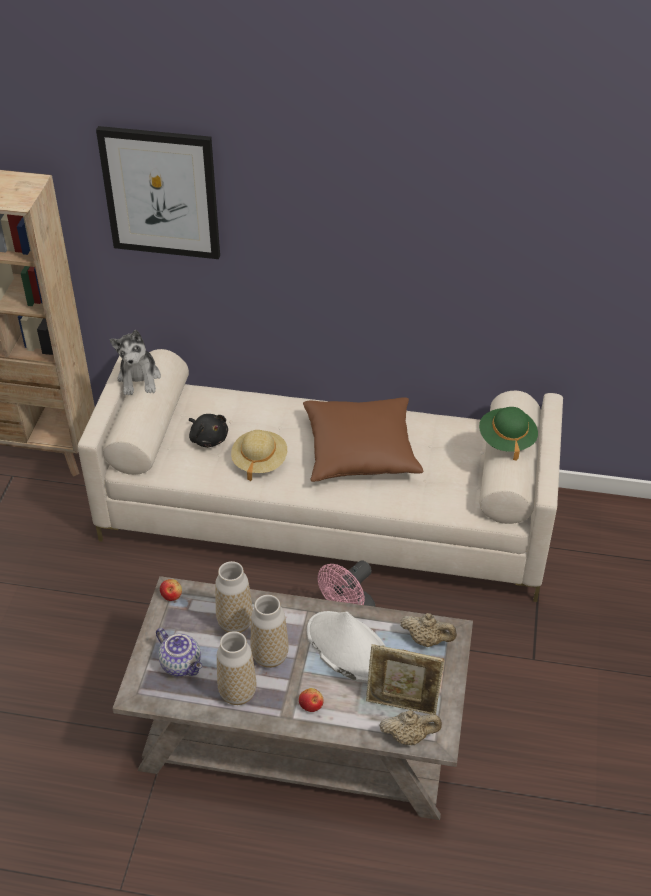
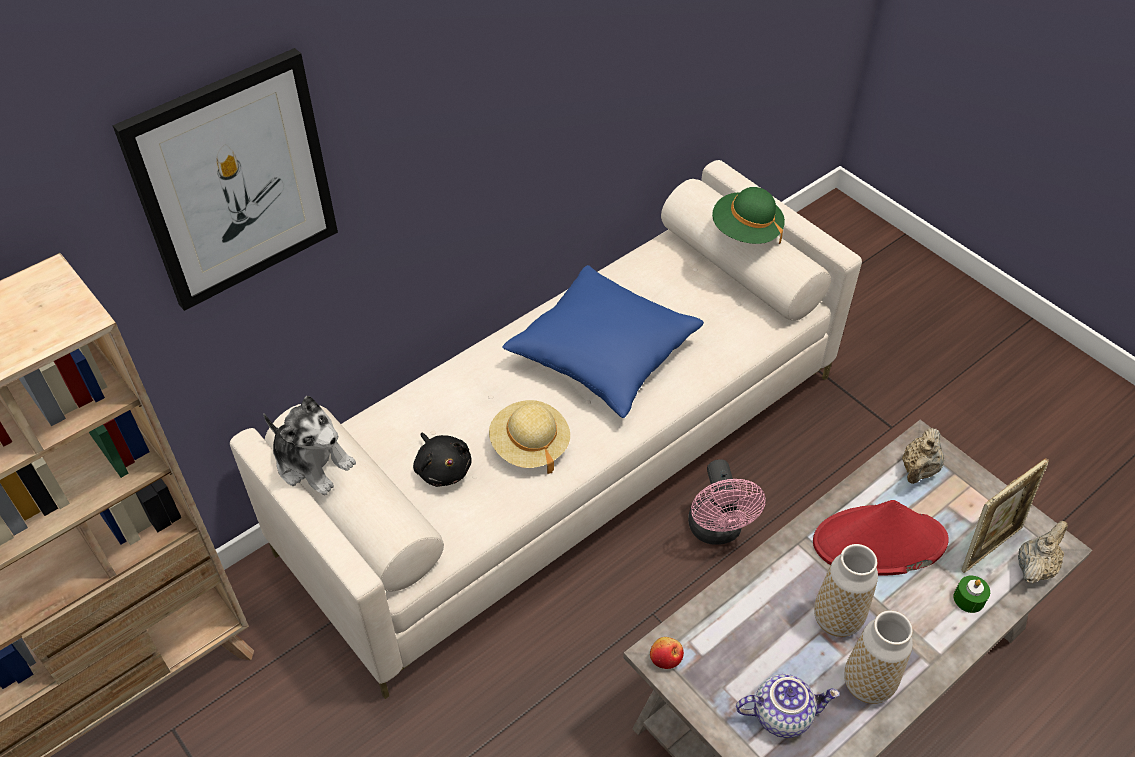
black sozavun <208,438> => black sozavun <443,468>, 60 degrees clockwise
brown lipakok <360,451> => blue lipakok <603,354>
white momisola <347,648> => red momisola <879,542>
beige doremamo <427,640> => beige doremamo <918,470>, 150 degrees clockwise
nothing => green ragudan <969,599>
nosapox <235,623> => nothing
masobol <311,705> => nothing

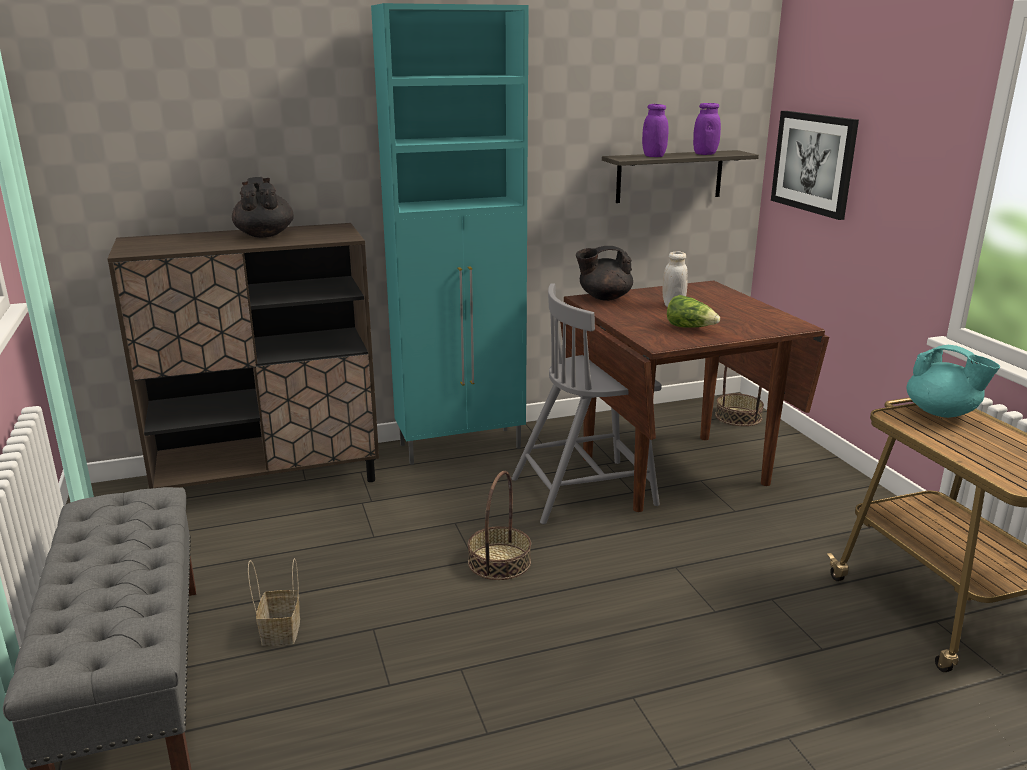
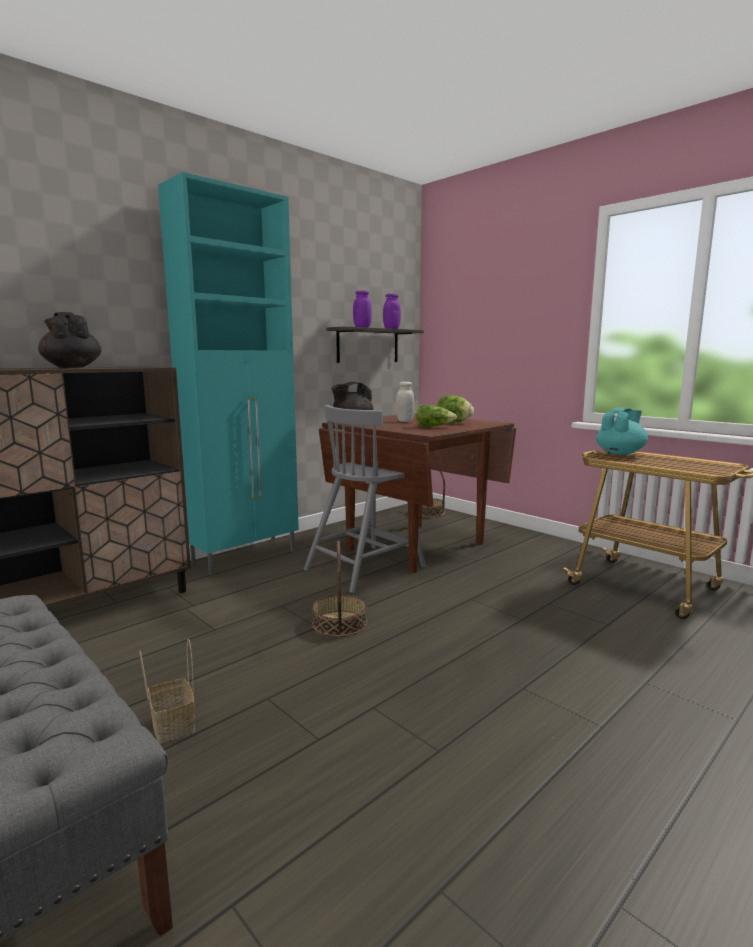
nothing => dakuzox <453,422>
turquoise doremamo <942,413> => turquoise doremamo <620,453>, 60 degrees counterclockwise
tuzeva <814,163> => nothing

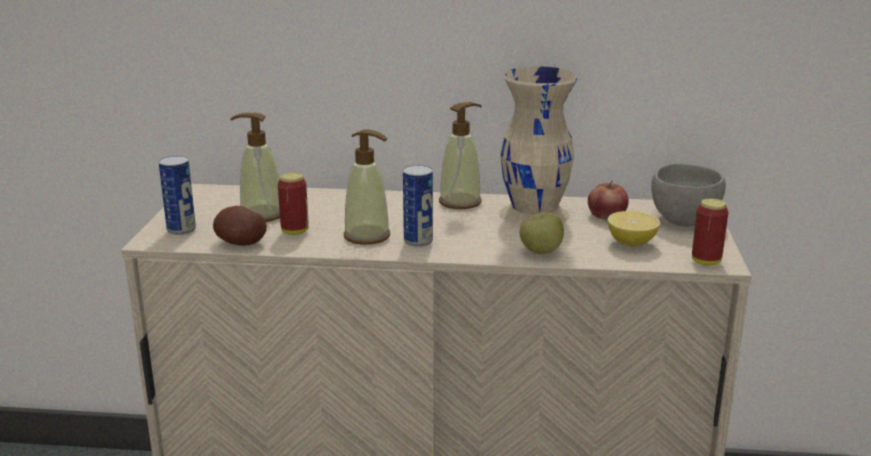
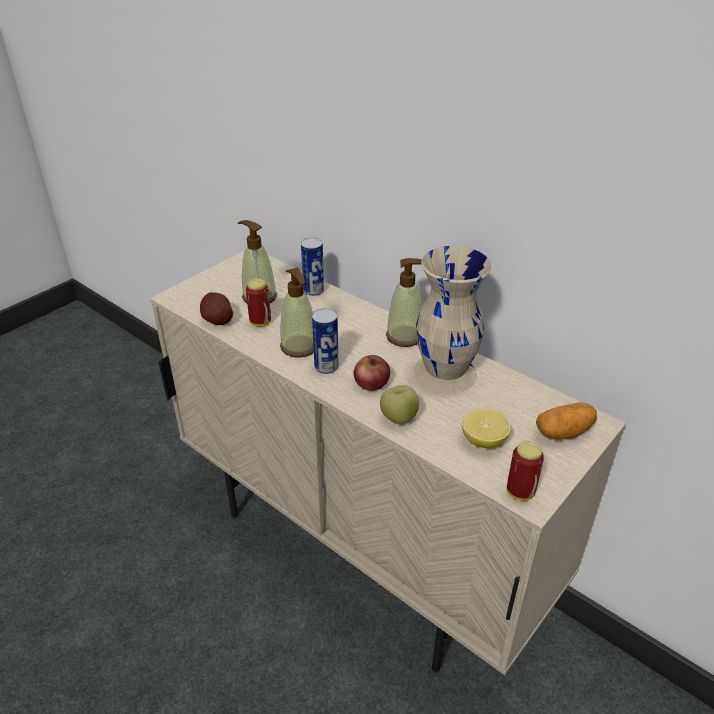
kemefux <181,230> => kemefux <313,290>, move
masobol <607,215> => masobol <371,383>, move
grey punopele <682,219> => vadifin <564,432>

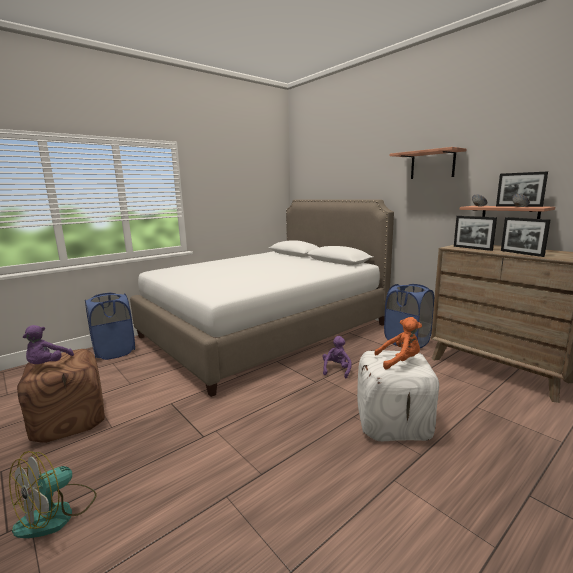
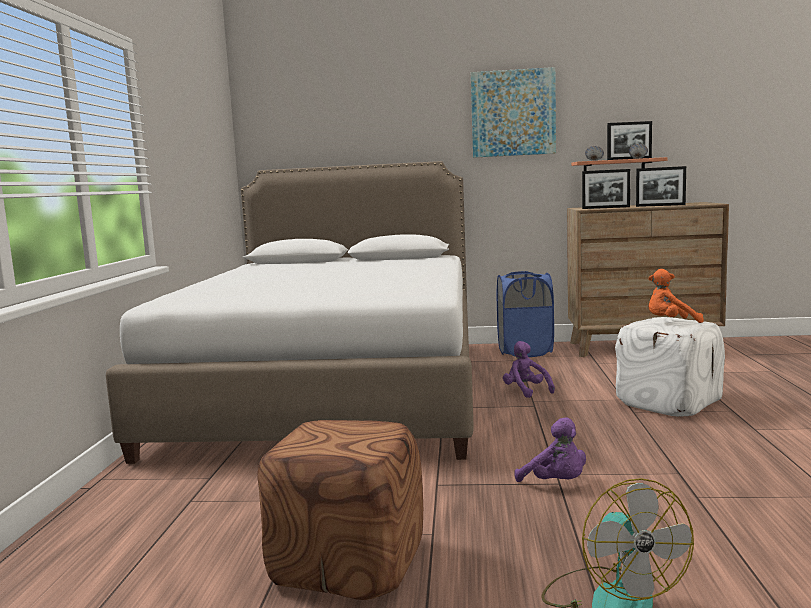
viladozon <432,165> => tuzeva <513,113>
purple sozavun <48,365> => purple sozavun <556,483>, move
orange sozavun <400,361> => orange sozavun <670,323>, 135 degrees counterclockwise
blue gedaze <114,352> => nothing

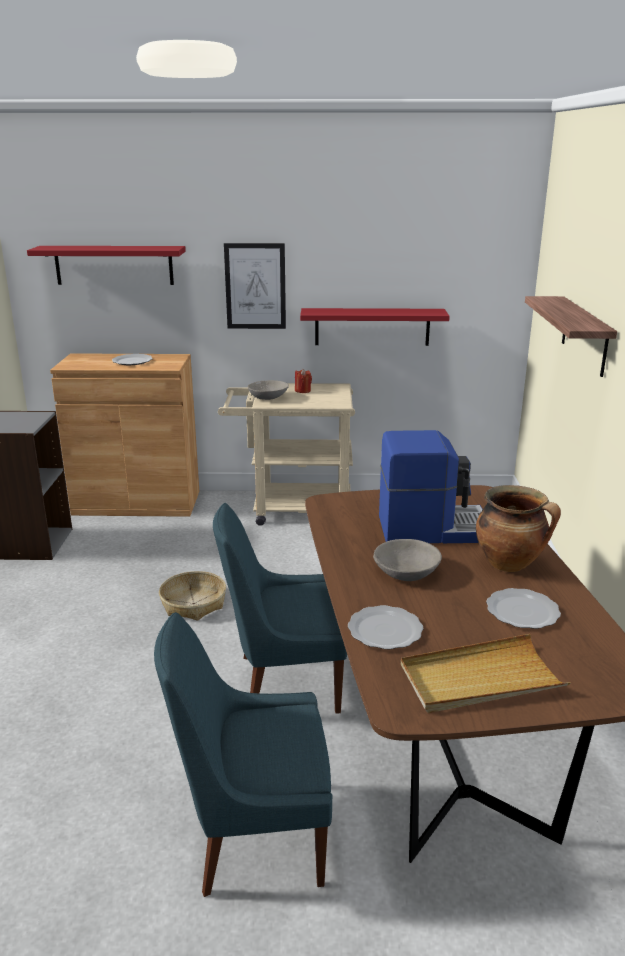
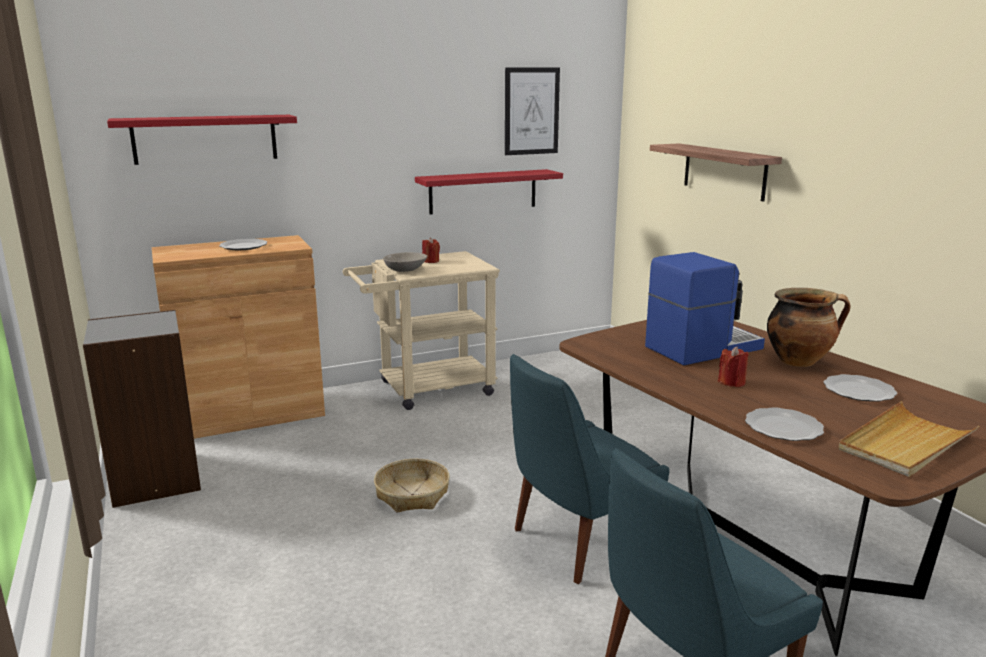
tuzeva <255,286> => tuzeva <531,111>, move
grey punopele <406,572> => red ragudan <731,382>

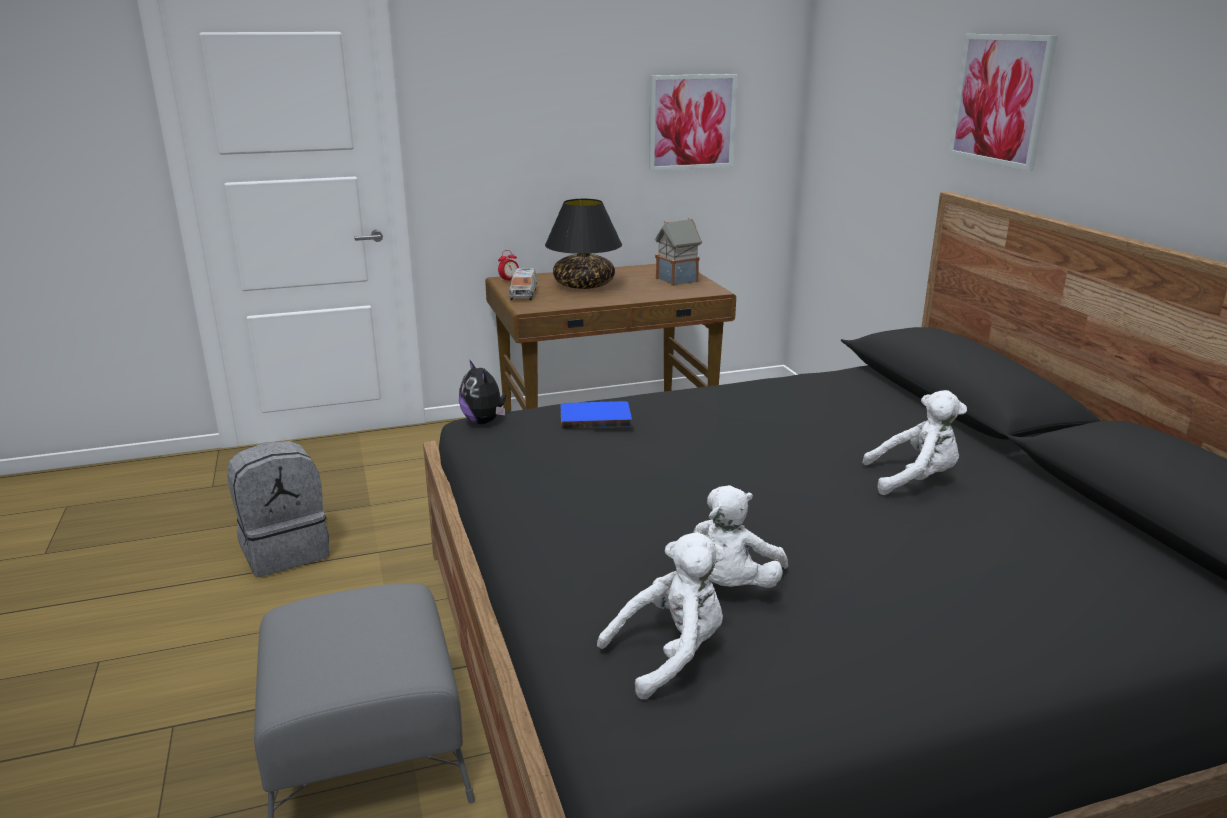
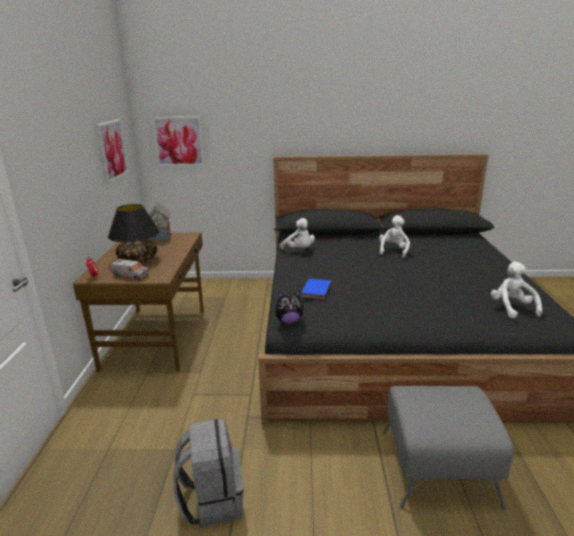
tuzeva <1001,99> => tuzeva <179,141>, move
white sozavun <733,584> => white sozavun <299,250>, move

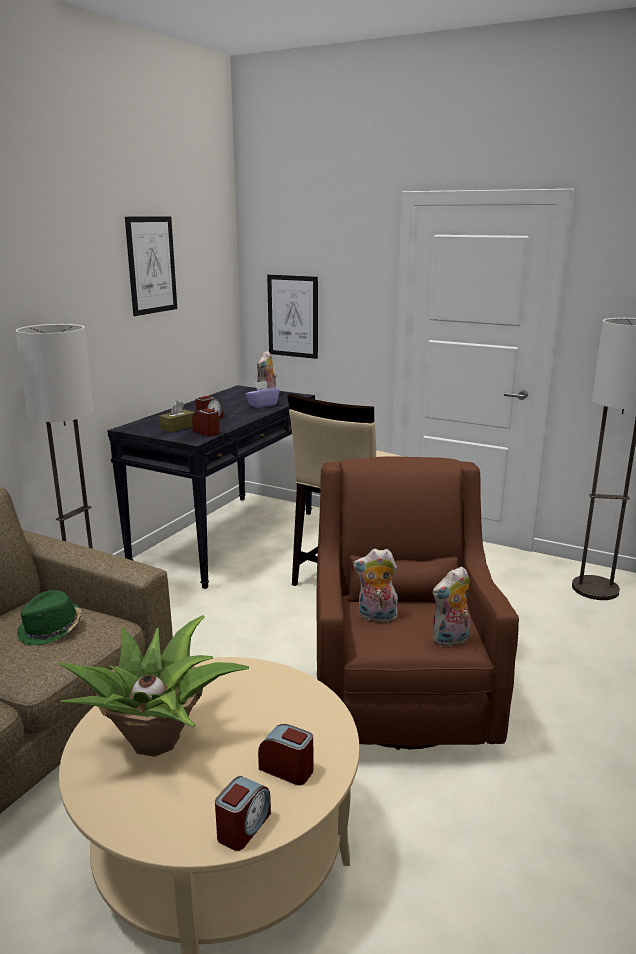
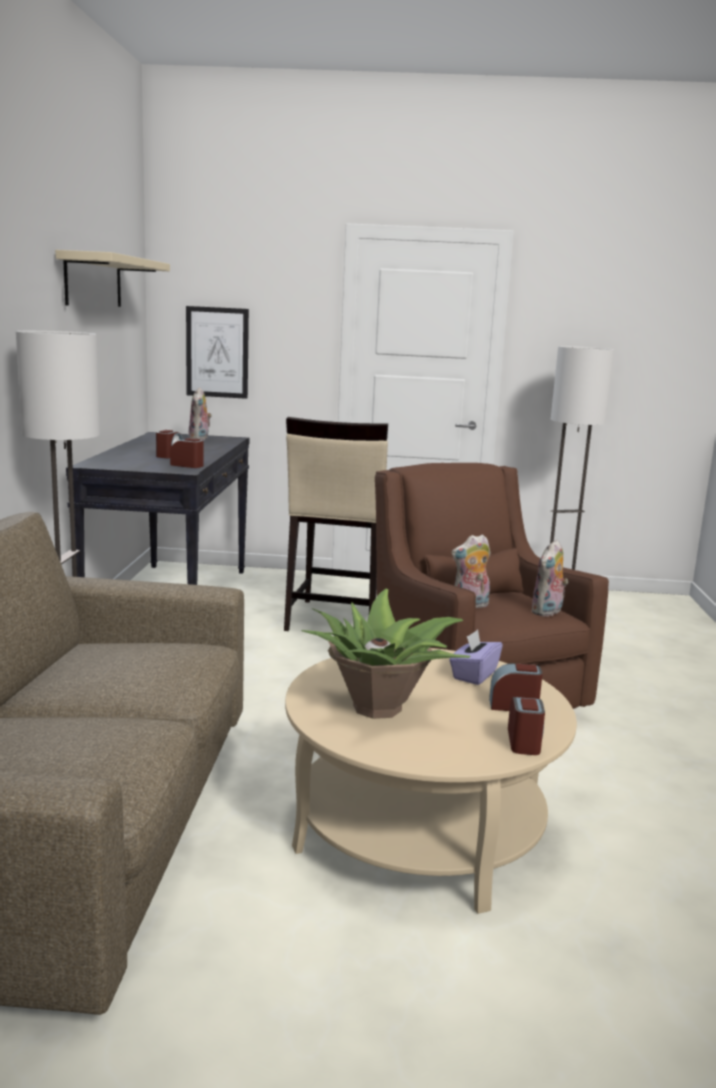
tuzeva <151,265> => beige viladozon <93,281>
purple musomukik <262,405> => purple musomukik <474,675>, move
green momisola <51,630> => nothing
brown musomukik <178,427> => nothing

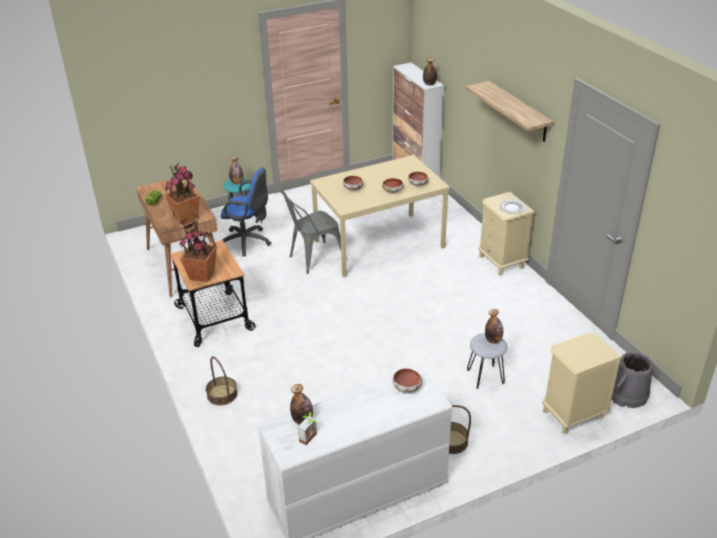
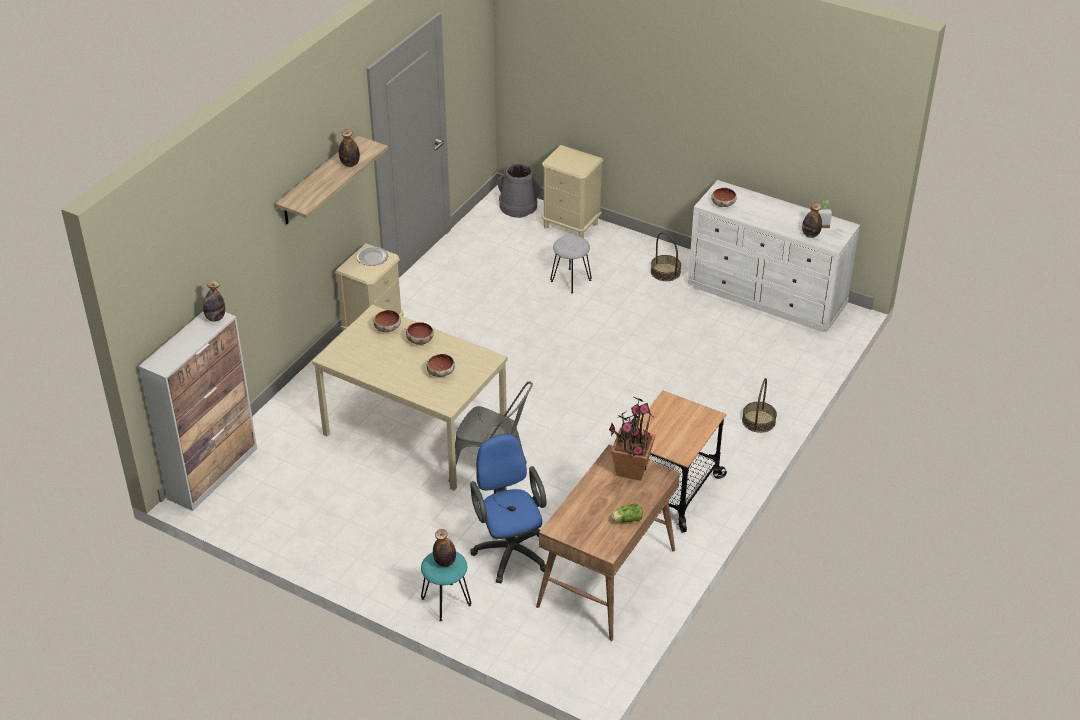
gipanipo <493,340> => gipanipo <350,164>, move
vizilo <202,275> => nothing

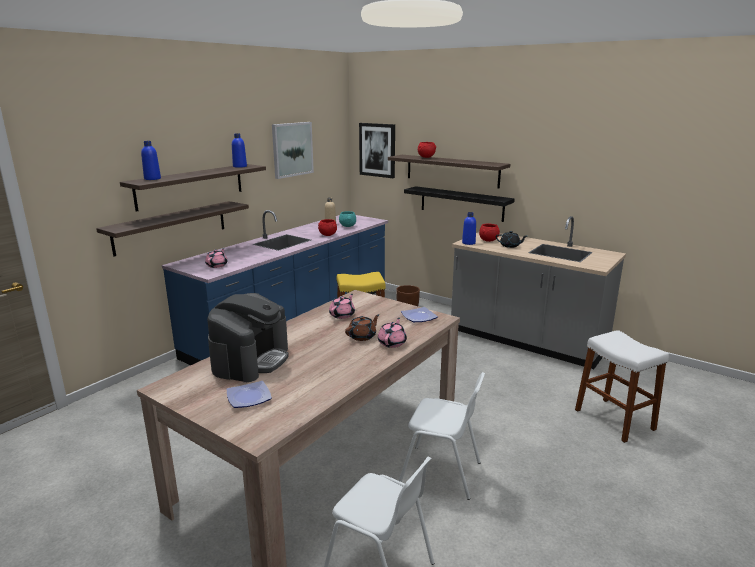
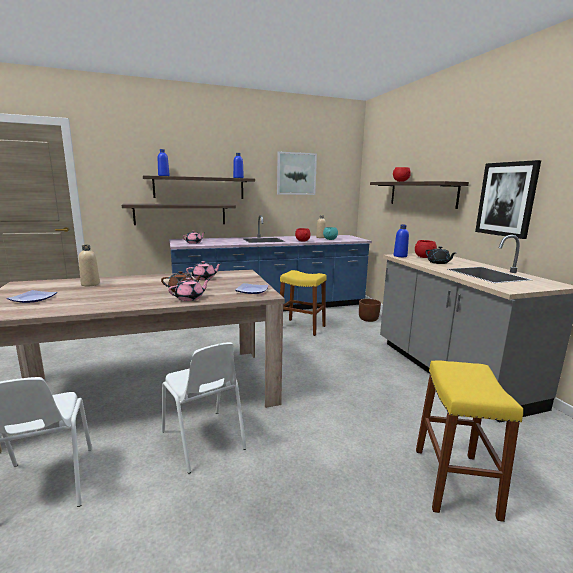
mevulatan <251,360> => beige gipanipo <90,284>
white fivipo <614,419> => yellow fivipo <454,481>
tuzeva <377,150> => tuzeva <506,199>, move
black viladozon <461,203> => nothing

